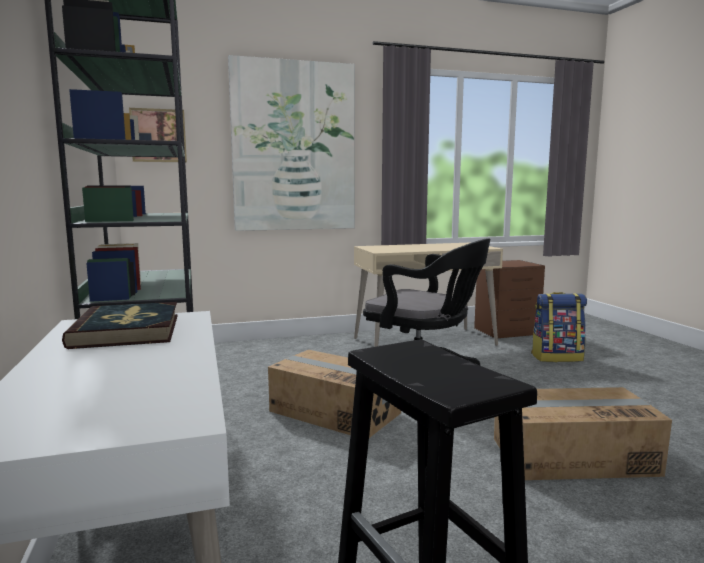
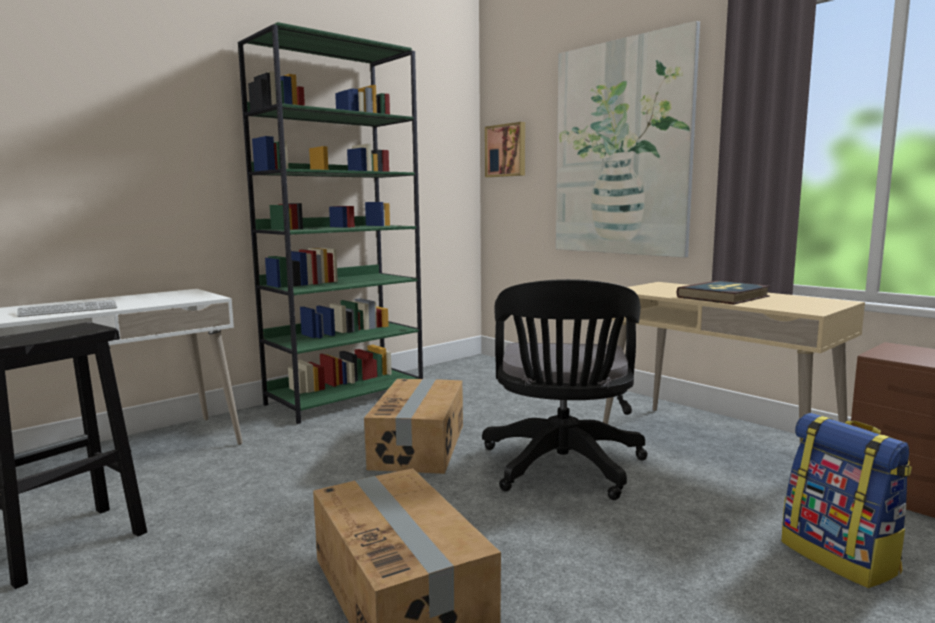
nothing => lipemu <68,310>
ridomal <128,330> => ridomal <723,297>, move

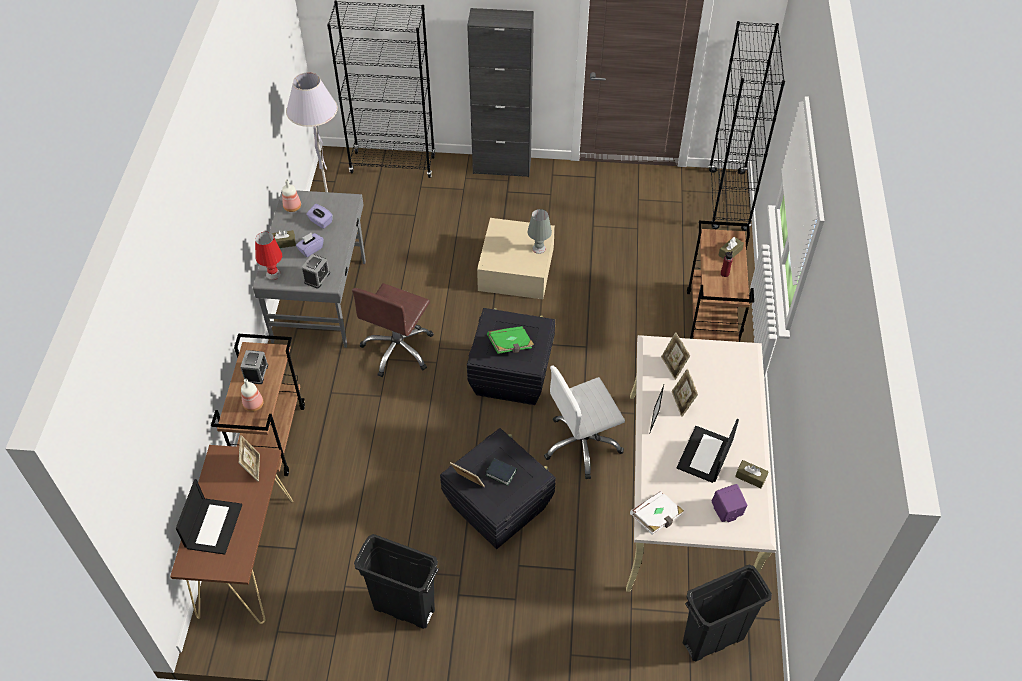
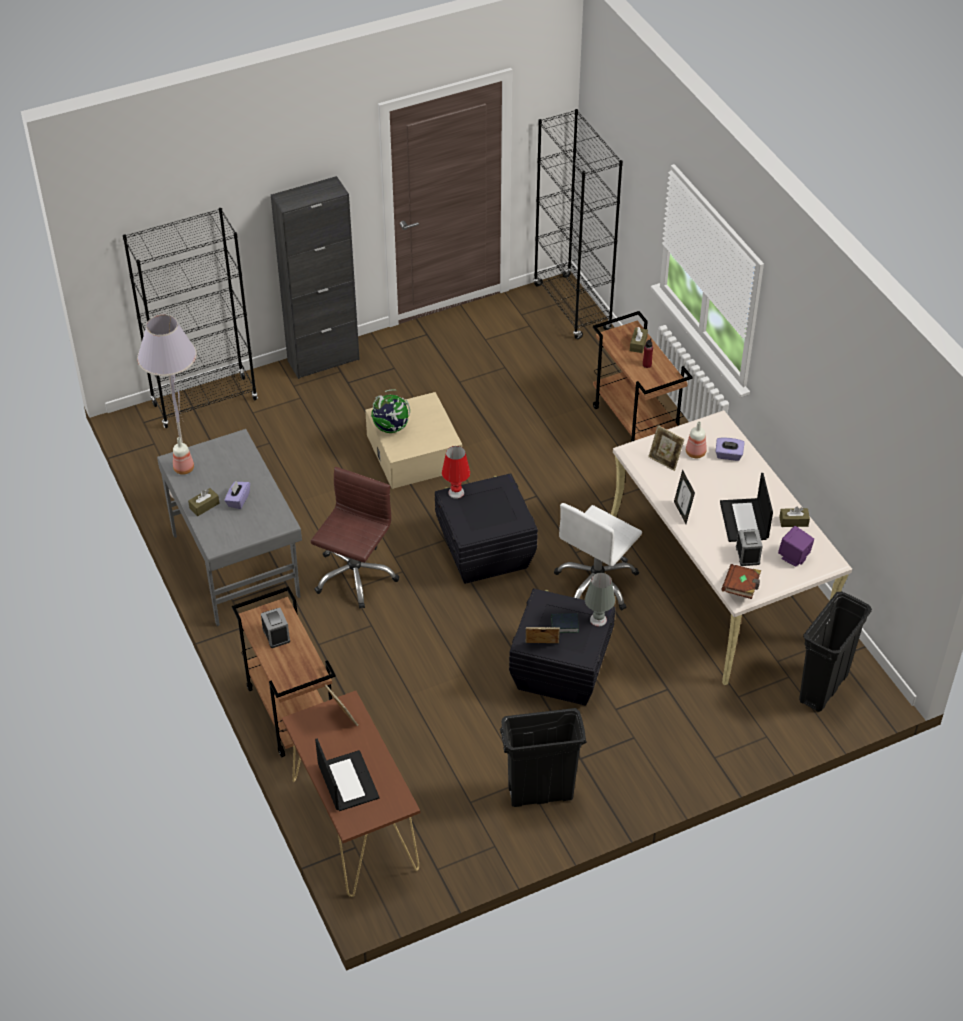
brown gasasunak <398,349> => brown gasasunak <355,576>, 150 degrees counterclockwise
nothing => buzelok <391,428>
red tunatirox <273,274> => red tunatirox <456,492>, move
grey tunatirox <539,248> => grey tunatirox <598,619>, move
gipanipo <254,404> => gipanipo <695,452>, move
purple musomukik <320,221> => purple musomukik <728,455>, move
white ridomal <656,518> => brown ridomal <741,588>
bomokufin <317,277> => bomokufin <747,555>, move
green ridomal <510,345> => nothing
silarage <682,403> => nothing

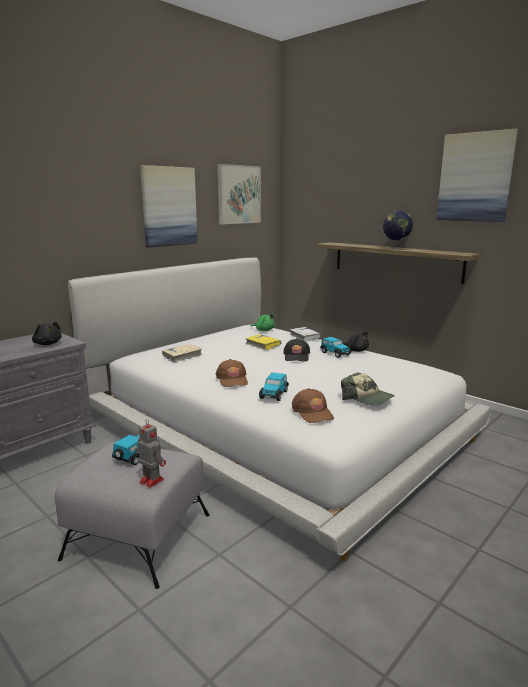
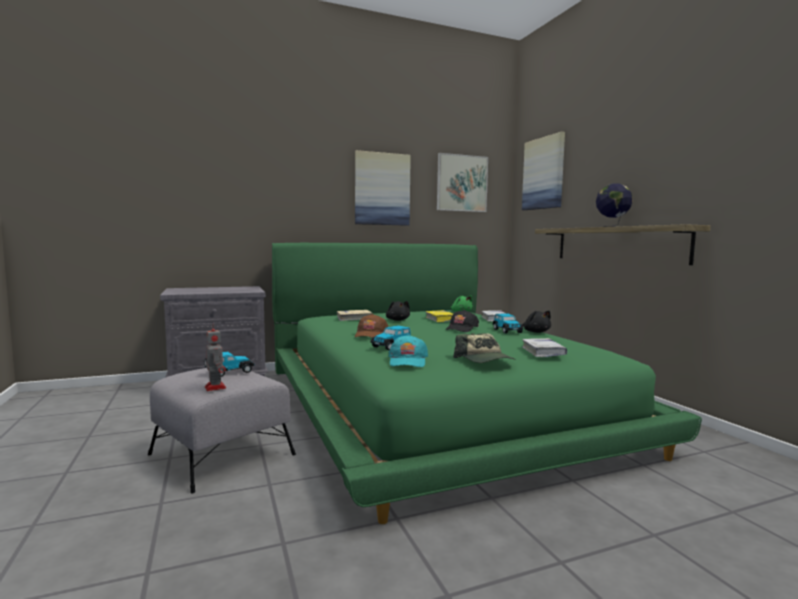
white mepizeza <274,426> => green mepizeza <434,404>
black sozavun <47,344> => black sozavun <397,320>, move
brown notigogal <313,412> => turquoise notigogal <408,361>
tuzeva <475,177> => tuzeva <543,173>, move
nothing => white ridomal <543,352>

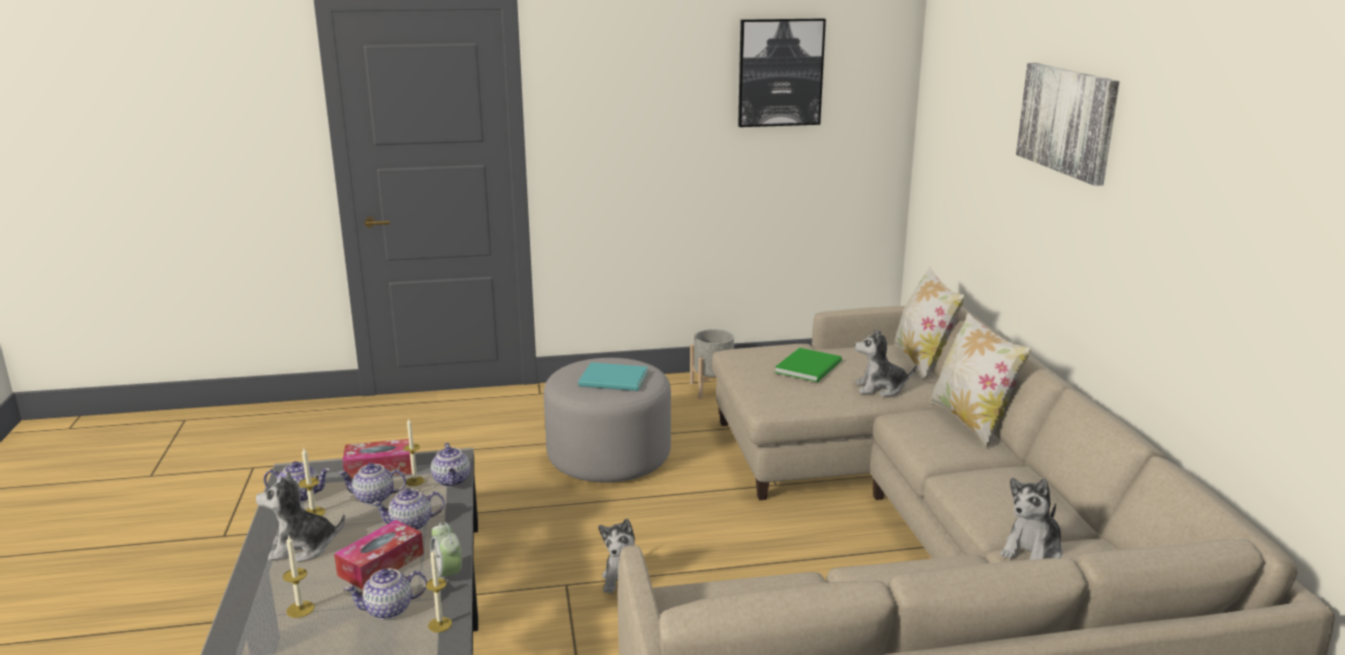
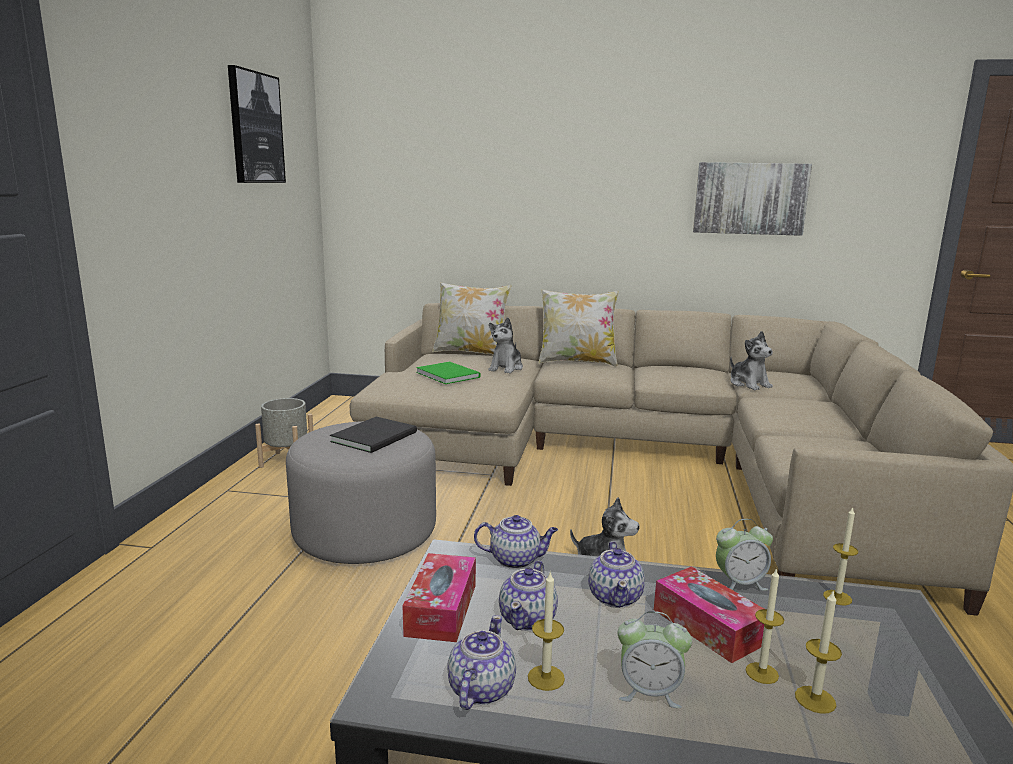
turquoise ridomal <615,380> => black ridomal <377,436>
sozavun <302,548> => bomokufin <649,692>
tuzeva <1067,121> => tuzeva <750,198>, move
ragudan <415,481> => ragudan <762,673>, move
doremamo <389,609> => nothing

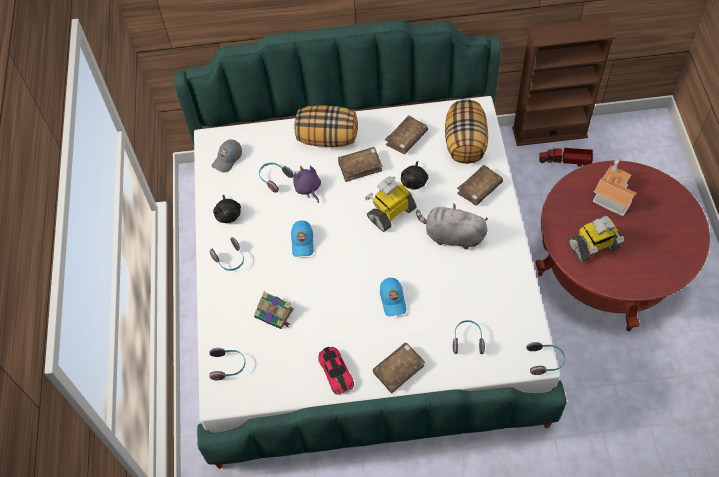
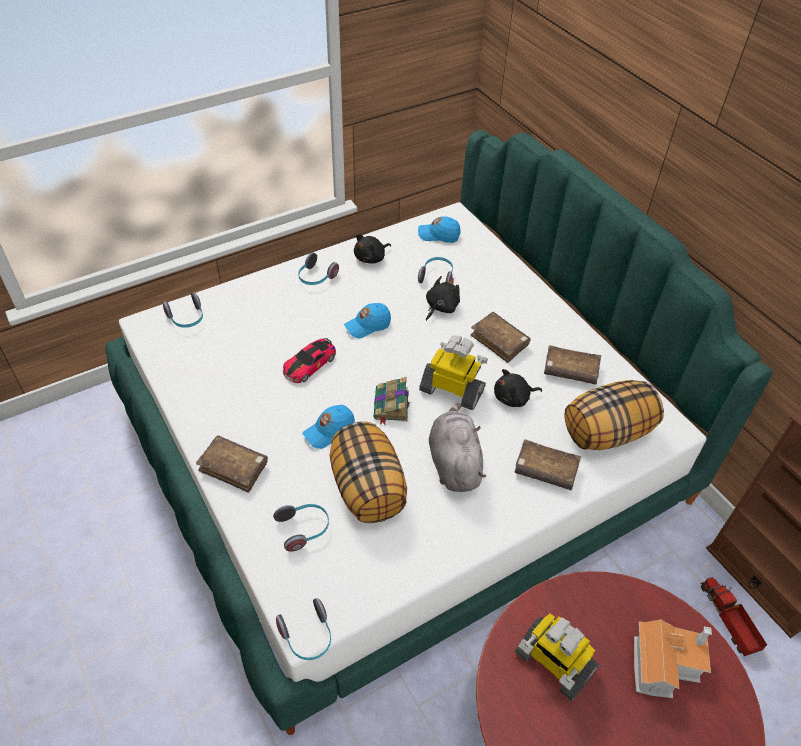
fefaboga <336,372> => fefaboga <309,364>, move
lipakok <328,138> => lipakok <368,489>, move
ridomal <275,314> => ridomal <391,406>, move
grey notigogal <227,159> => blue notigogal <438,235>
purple sozavun <308,189> => black sozavun <440,307>

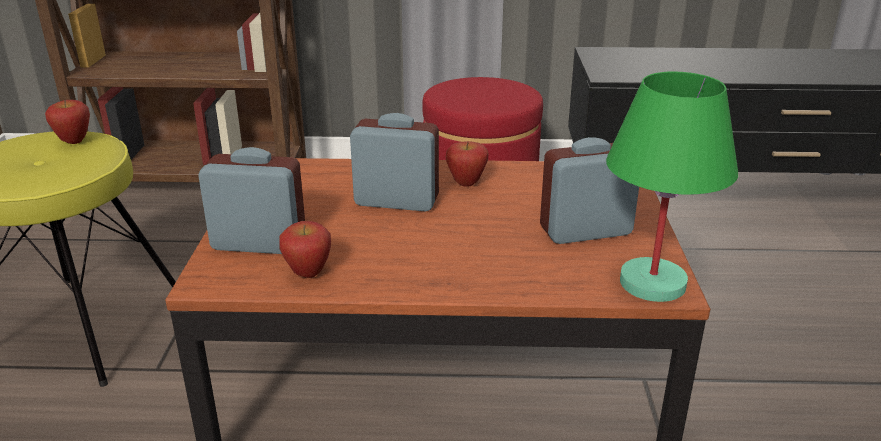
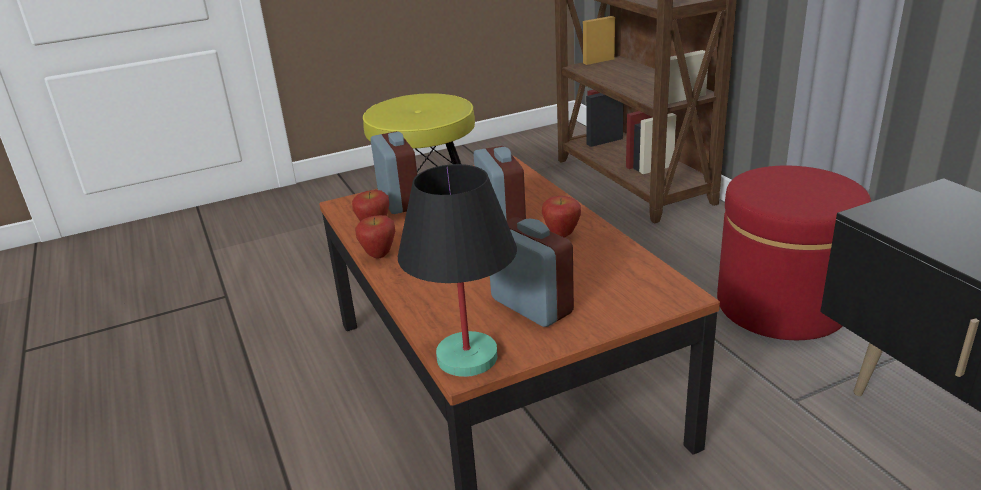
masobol <74,142> => masobol <379,255>, move
green tunatirox <654,283> => black tunatirox <467,358>

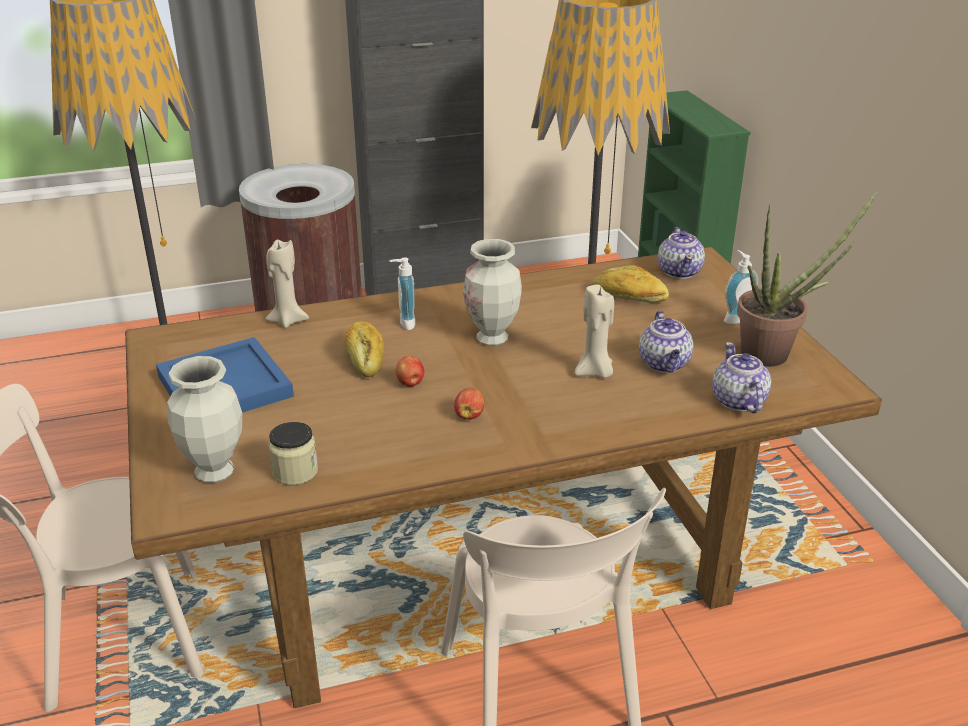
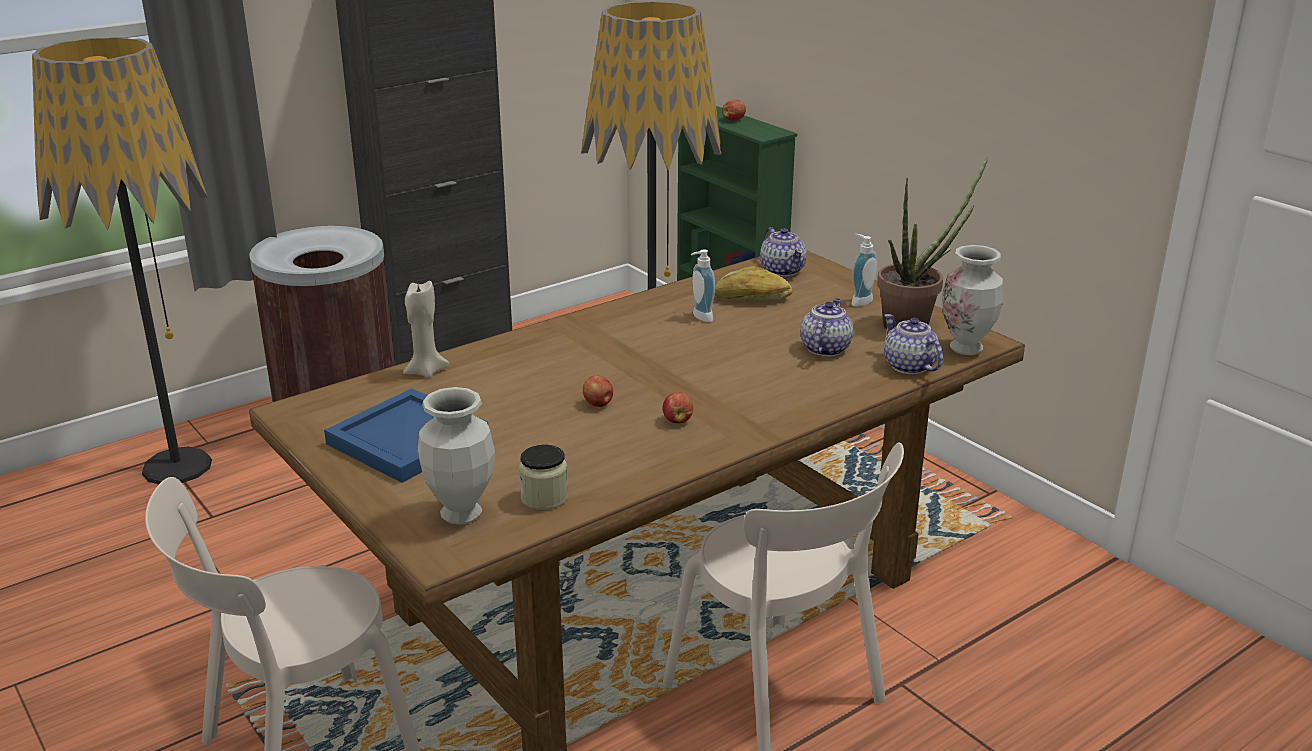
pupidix <404,323> => pupidix <700,317>, move
nothing => masobol <734,120>
doremamo <665,364> => doremamo <825,348>, 135 degrees counterclockwise
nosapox <492,338> => nosapox <966,348>, move
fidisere <365,358> => nothing
beige ragudan <595,372> => nothing

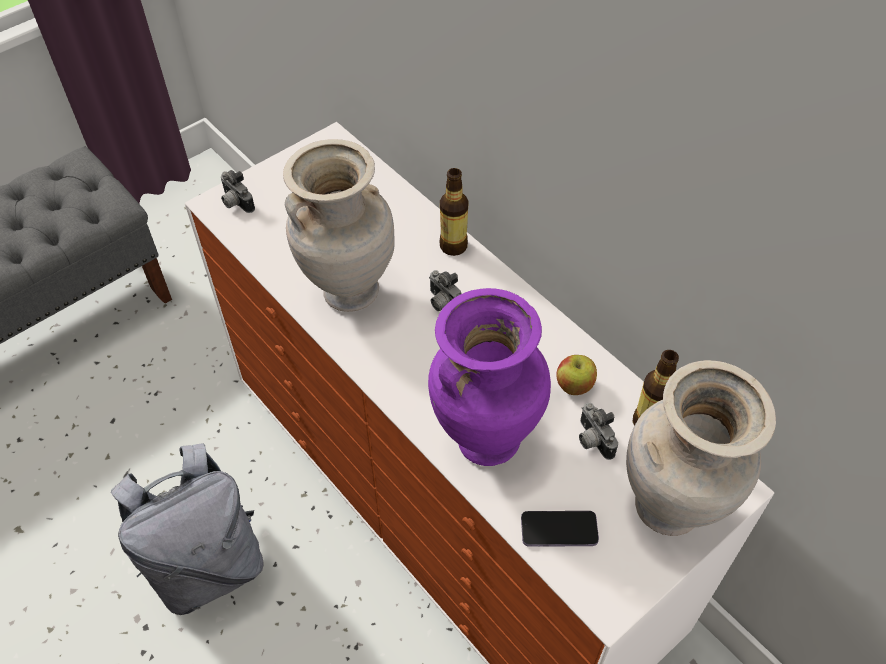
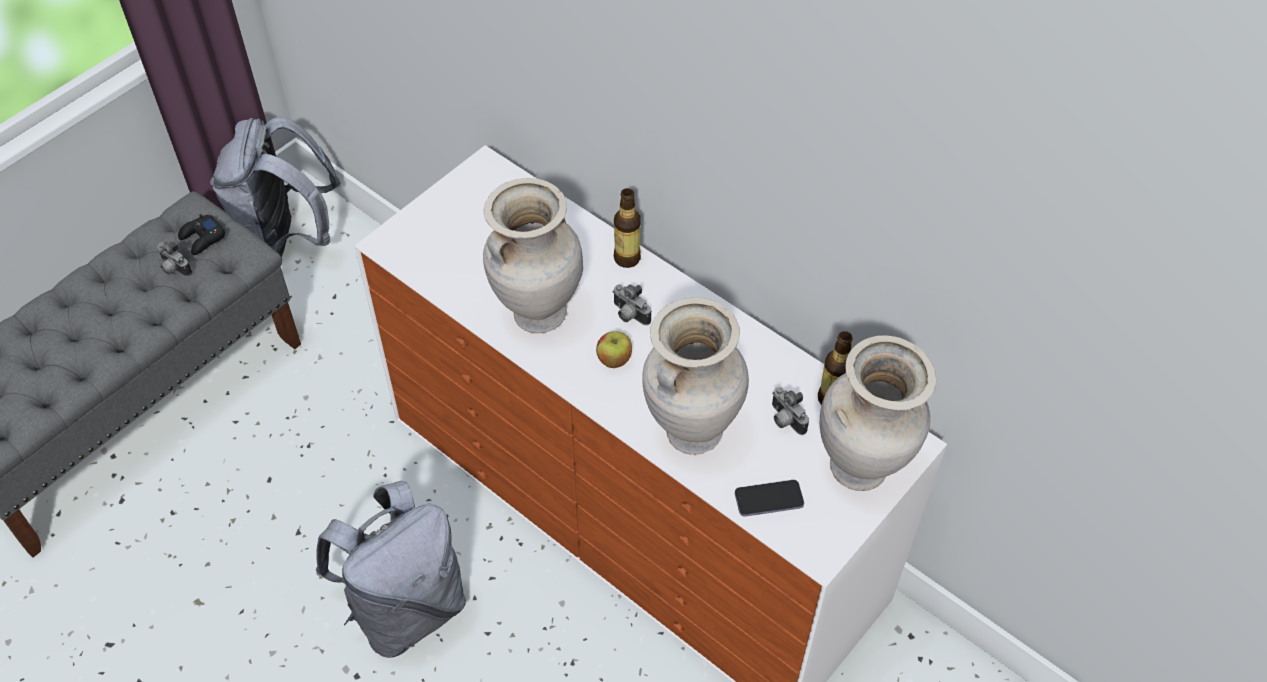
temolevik <235,203> => temolevik <174,269>, move
nothing => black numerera <202,238>
nothing => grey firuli <286,240>
masobol <574,385> => masobol <614,359>, move
purple nosapox <485,440> => beige nosapox <691,432>

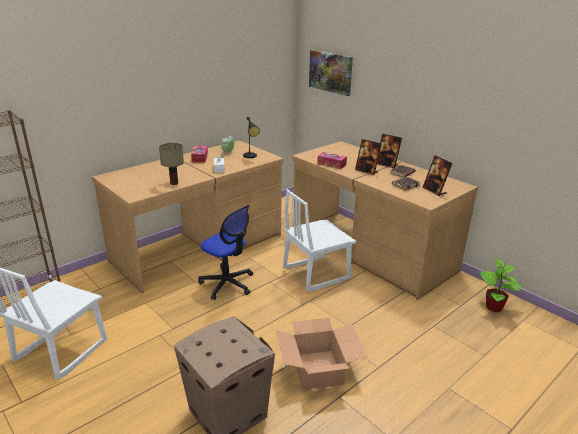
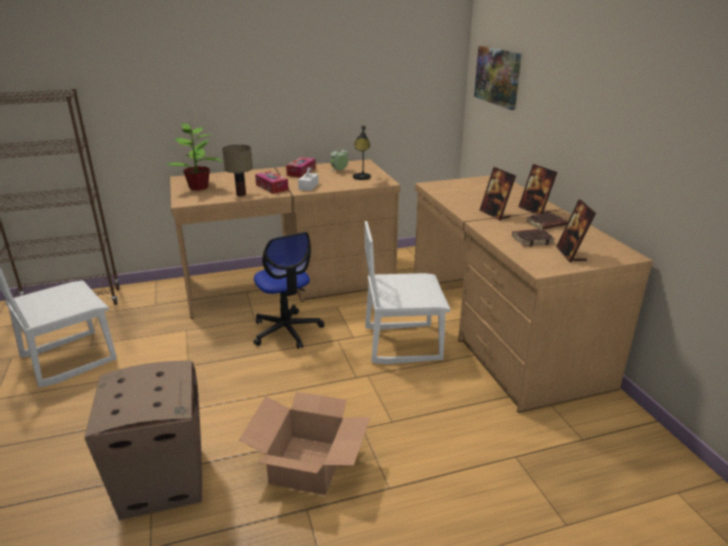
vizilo <494,307> => vizilo <198,187>, move
musomukik <331,164> => musomukik <272,187>, move

